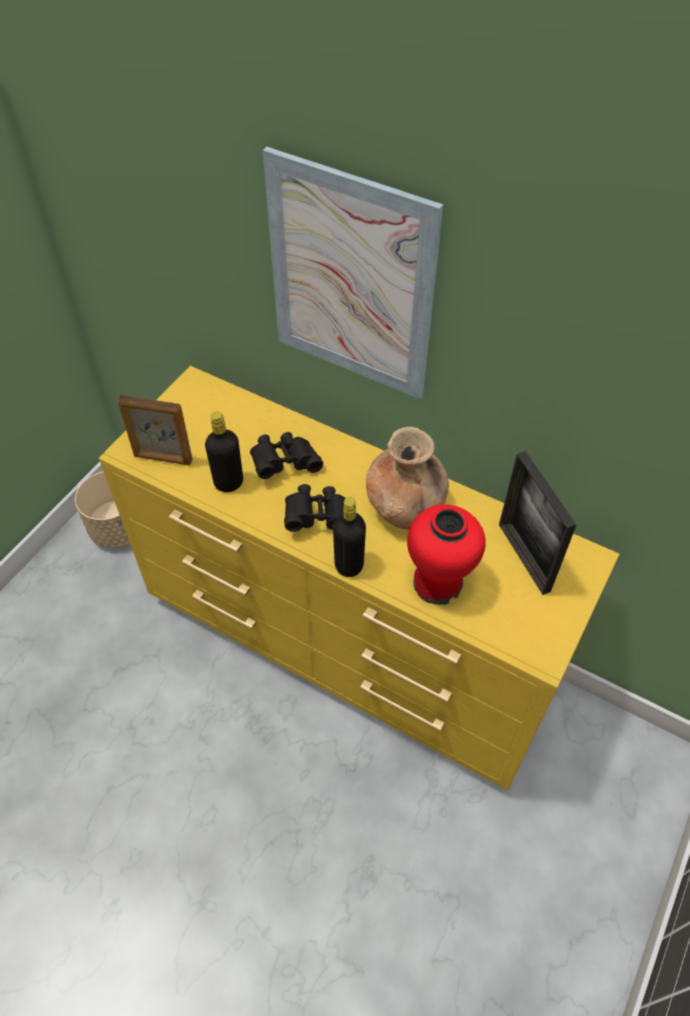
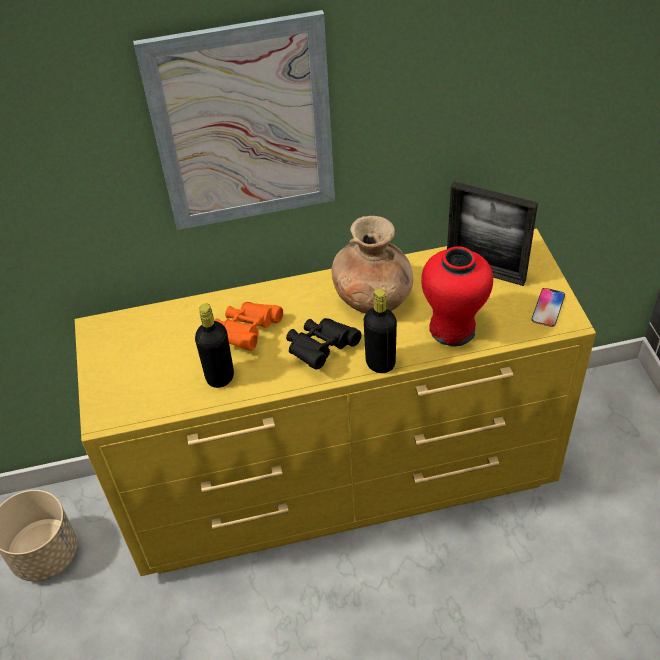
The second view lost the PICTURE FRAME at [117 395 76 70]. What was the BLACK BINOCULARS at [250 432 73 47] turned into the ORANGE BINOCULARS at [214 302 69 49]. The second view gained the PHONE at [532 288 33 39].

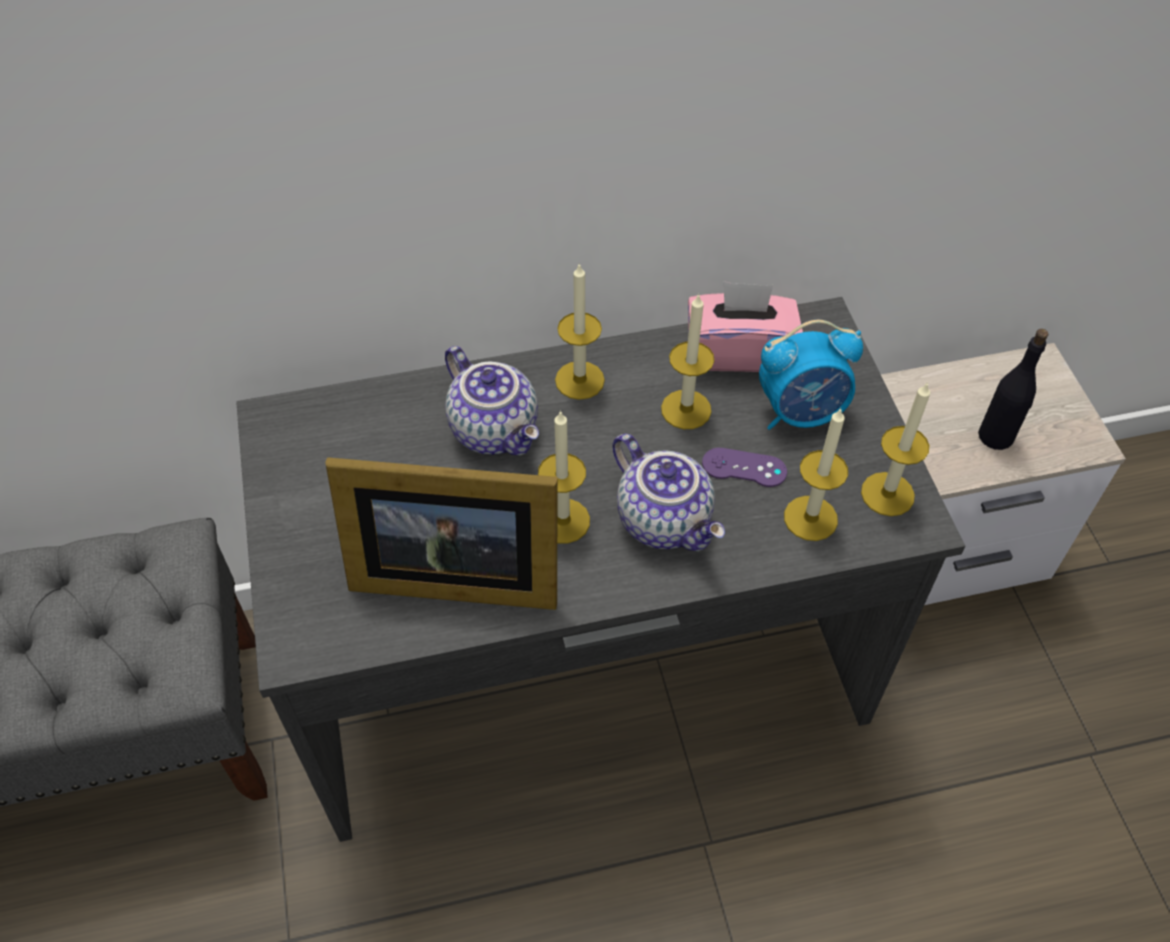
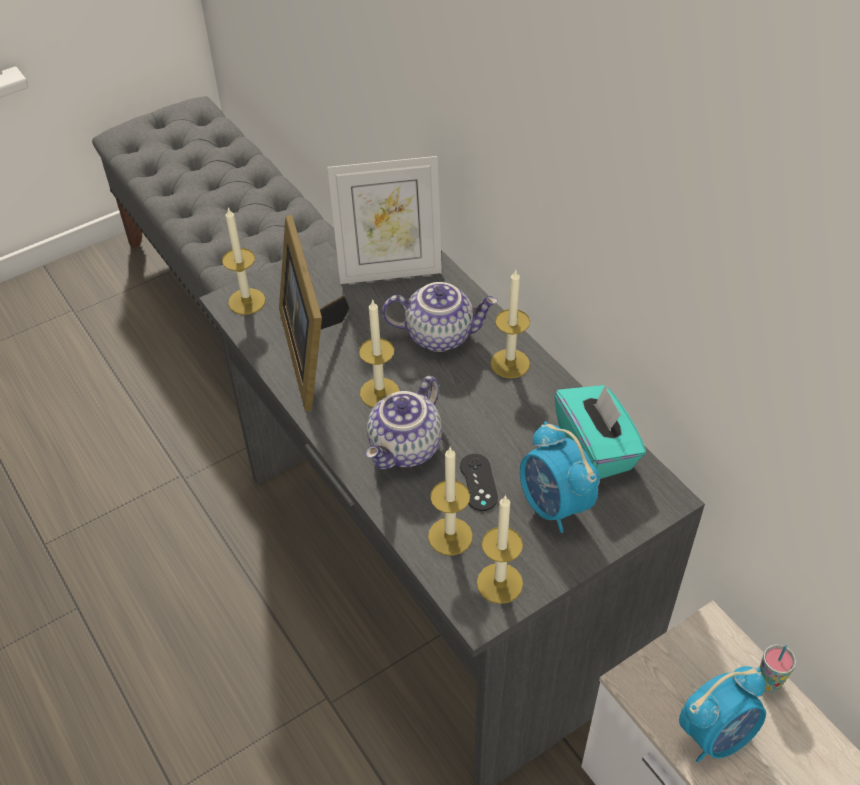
What was the PINK TISSUE BOX at [688 281 115 91] turned into the TURQUOISE TISSUE BOX at [554 384 92 95]. The CANDLE ended up elsewhere, having gone from [661 293 53 136] to [222 208 43 107]. Where the BLACK BOTTLE stood at [978 329 71 121], the ALARM CLOCK came to stand at [679 666 87 97]. The TEAPOT at [445 346 94 109] ended up facing another way, 120 degrees counterclockwise from before. What was the PURPLE GAME CONTROLLER at [702 448 85 39] turned into the BLACK GAME CONTROLLER at [460 454 38 57]. The second view gained the PICTURE FRAME at [327 156 115 128]. The second view gained the CUP at [759 644 37 48].

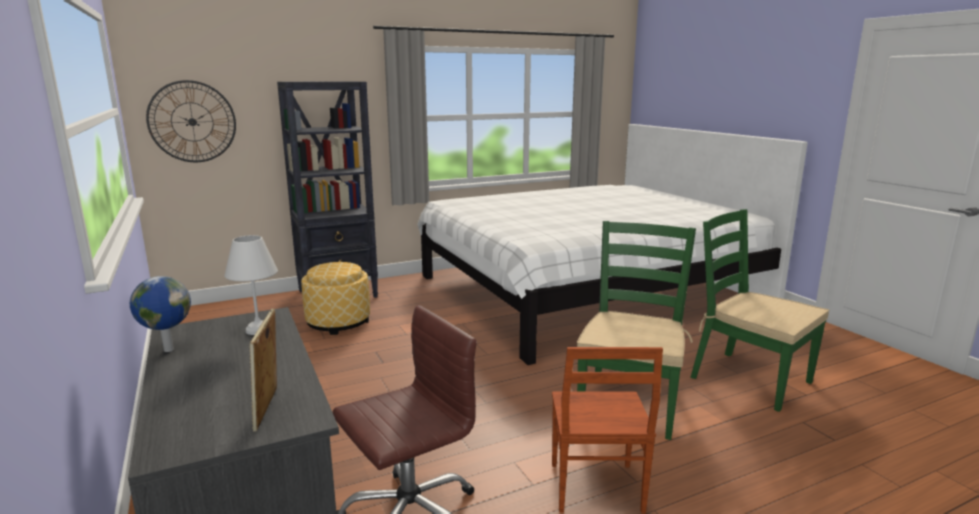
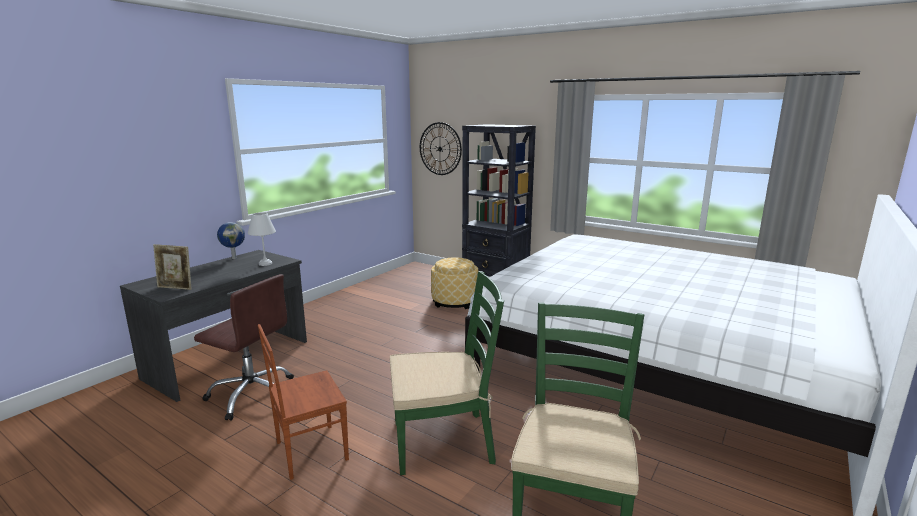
The PICTURE FRAME at [249 309 28 123] ended up facing another way, 135 degrees counterclockwise from before.

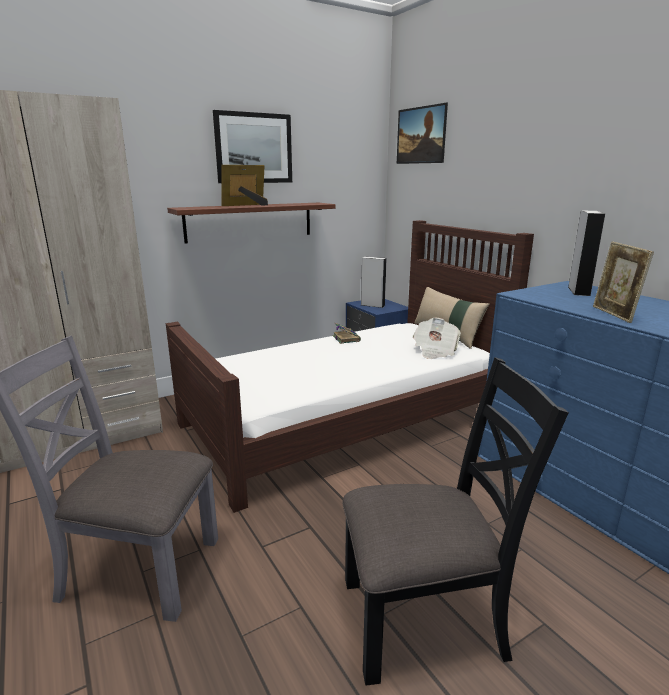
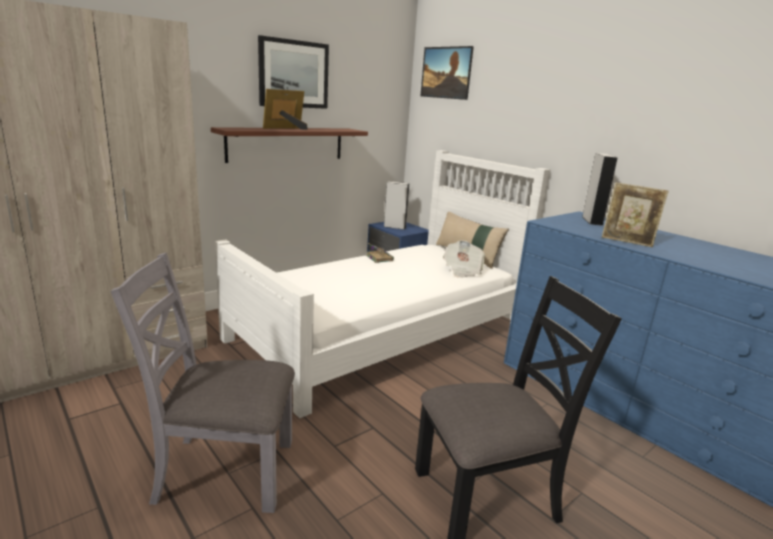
What was the BROWN BED at [166 220 368 293] turned into the WHITE BED at [215 150 336 268]. The PICTURE FRAME at [593 241 61 82] ended up facing another way, 45 degrees counterclockwise from before.

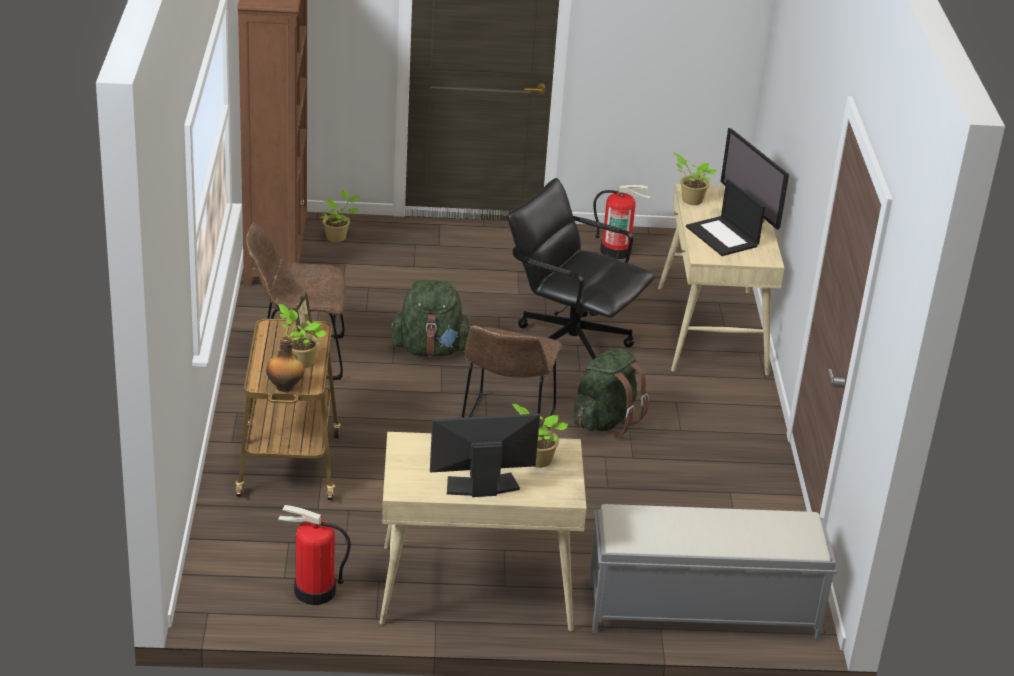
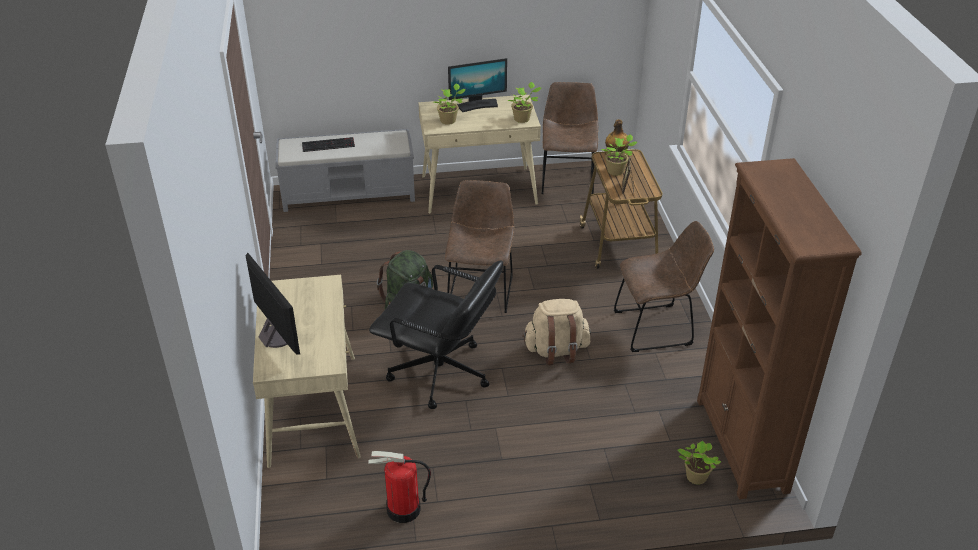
The POTTED PLANT ended up elsewhere, having gone from [673 152 44 53] to [508 82 33 41]. The second view lost the LAPTOP at [686 179 79 77]. What was the GREEN BACKPACK at [391 280 79 77] turned into the BEIGE BACKPACK at [522 299 69 66]. Where the FIRE EXTINGUISHER stood at [278 505 73 100], the BROWN CHAIR came to stand at [542 82 56 112]. The second view gained the KEYBOARD at [302 137 53 15].

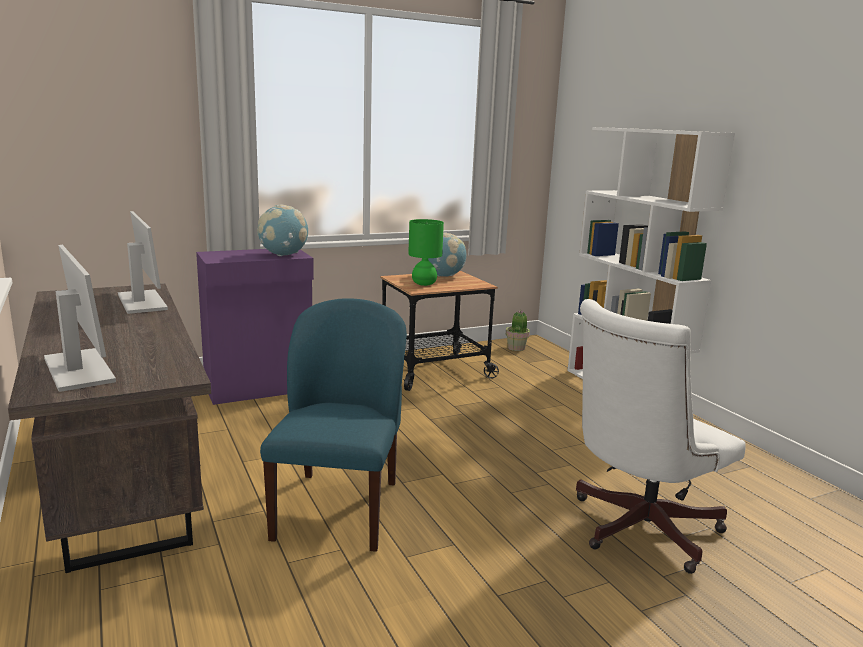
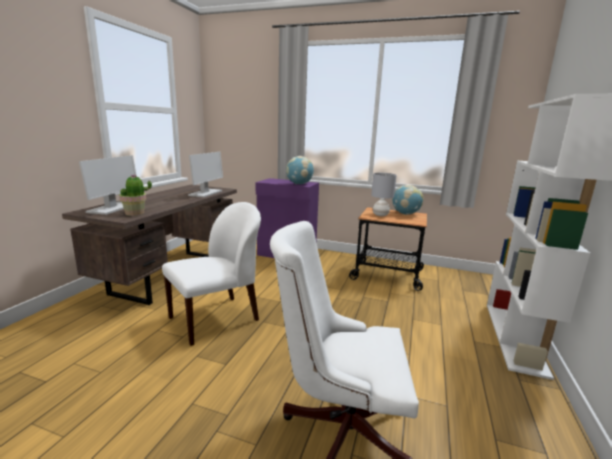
What was the GREEN TABLE LAMP at [408 219 36 67] turned into the GREY TABLE LAMP at [371 173 26 43]. What was the BLUE CHAIR at [260 298 147 254] turned into the WHITE CHAIR at [162 202 99 144]. The POTTED PLANT ended up elsewhere, having gone from [506 310 24 41] to [119 175 33 41].

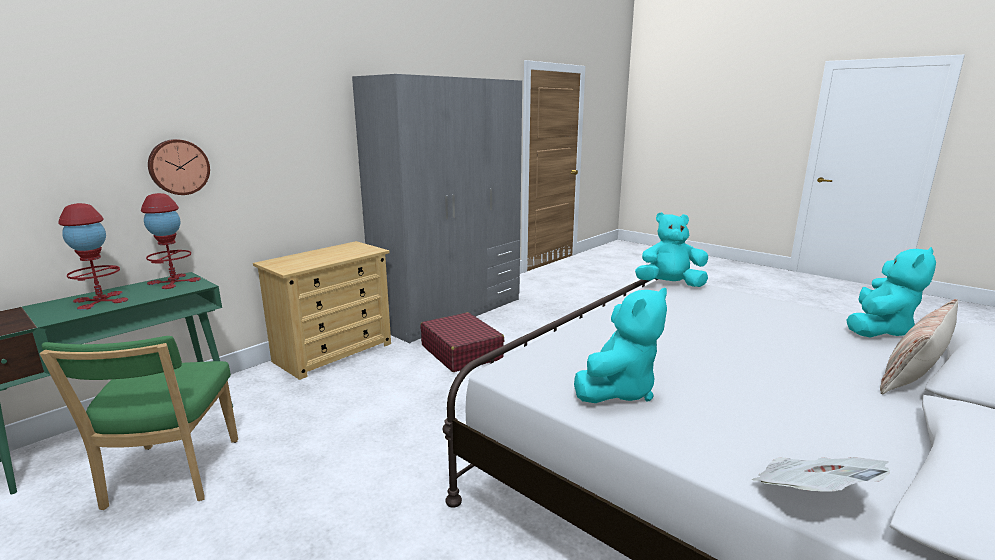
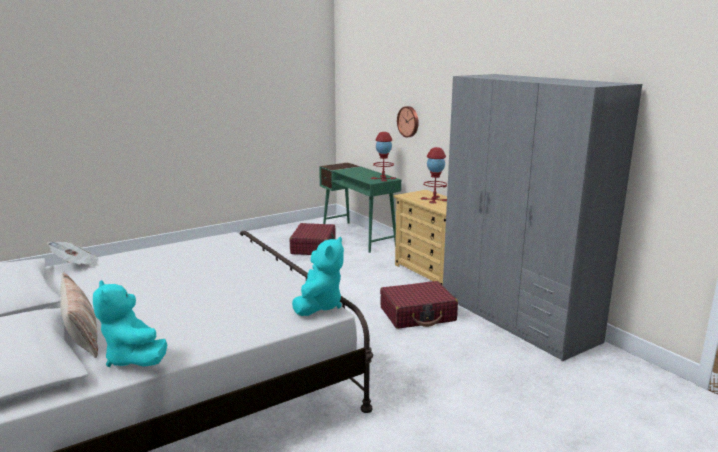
The RED TABLE LAMP ended up elsewhere, having gone from [58 203 70 107] to [421 147 26 56]. The second view lost the TURQUOISE PLUSH TOY at [574 288 93 115]. Where the GREEN CHAIR stood at [39 336 199 174], the RED SUITCASE came to stand at [290 223 46 32].

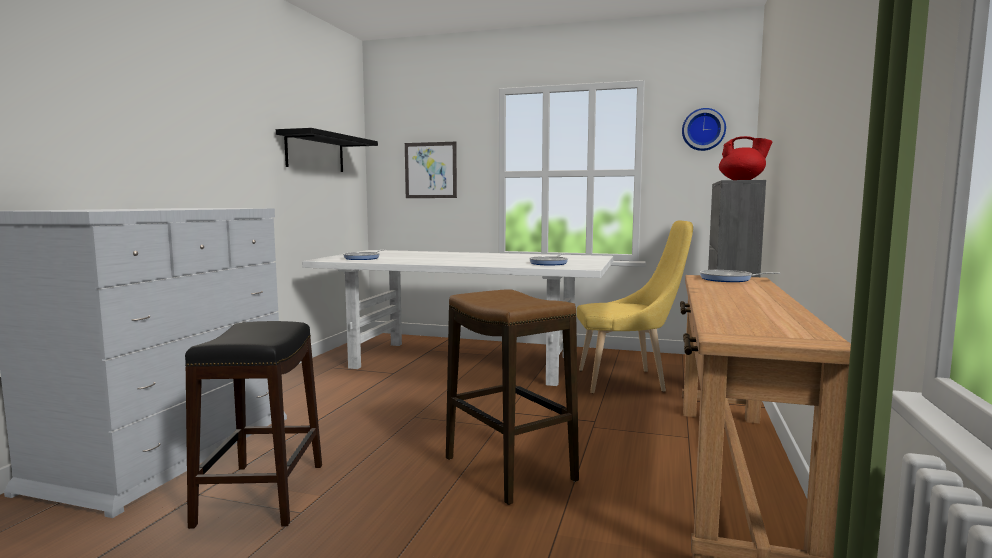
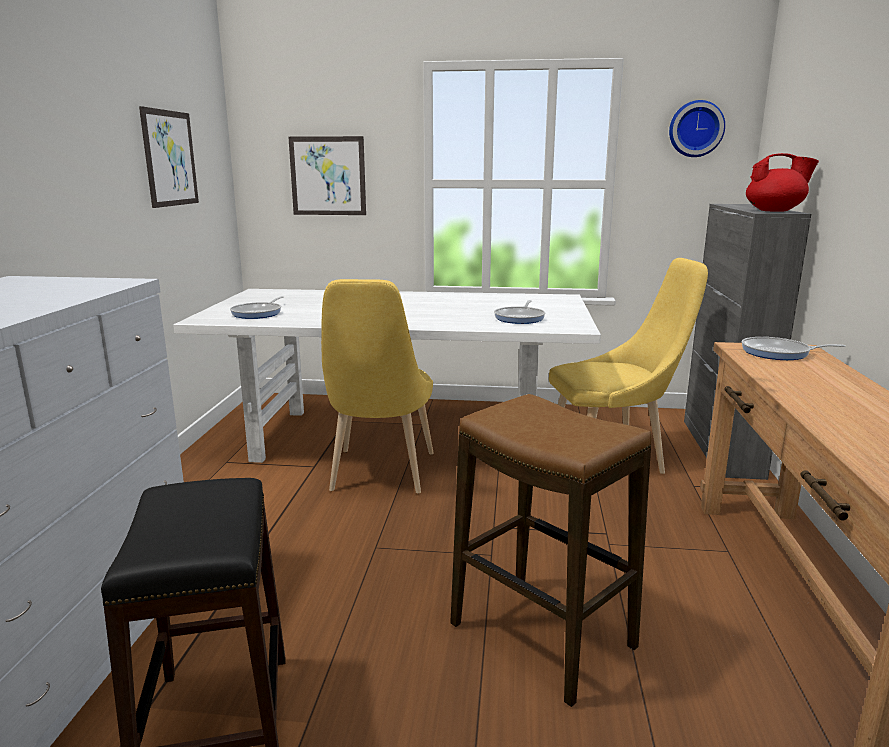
Where the BLACK SHELF hung at [276 128 102 44], the PICTURE came to hang at [139 106 60 102]. The second view gained the YELLOW CHAIR at [321 279 113 215].

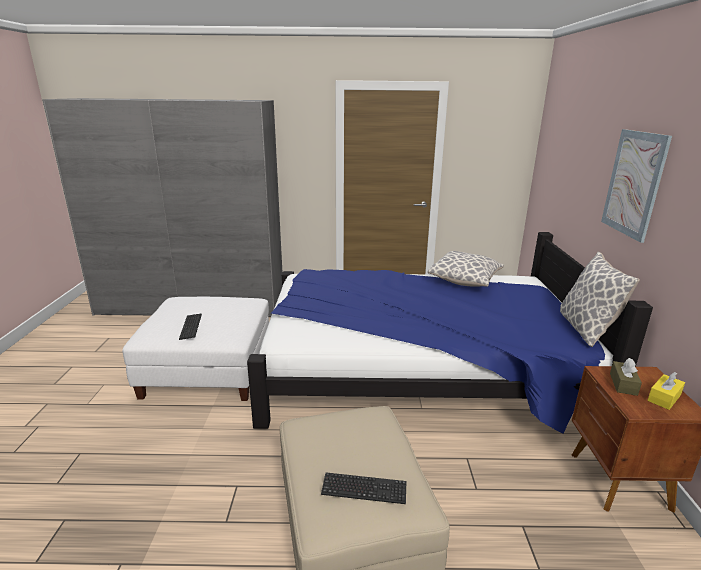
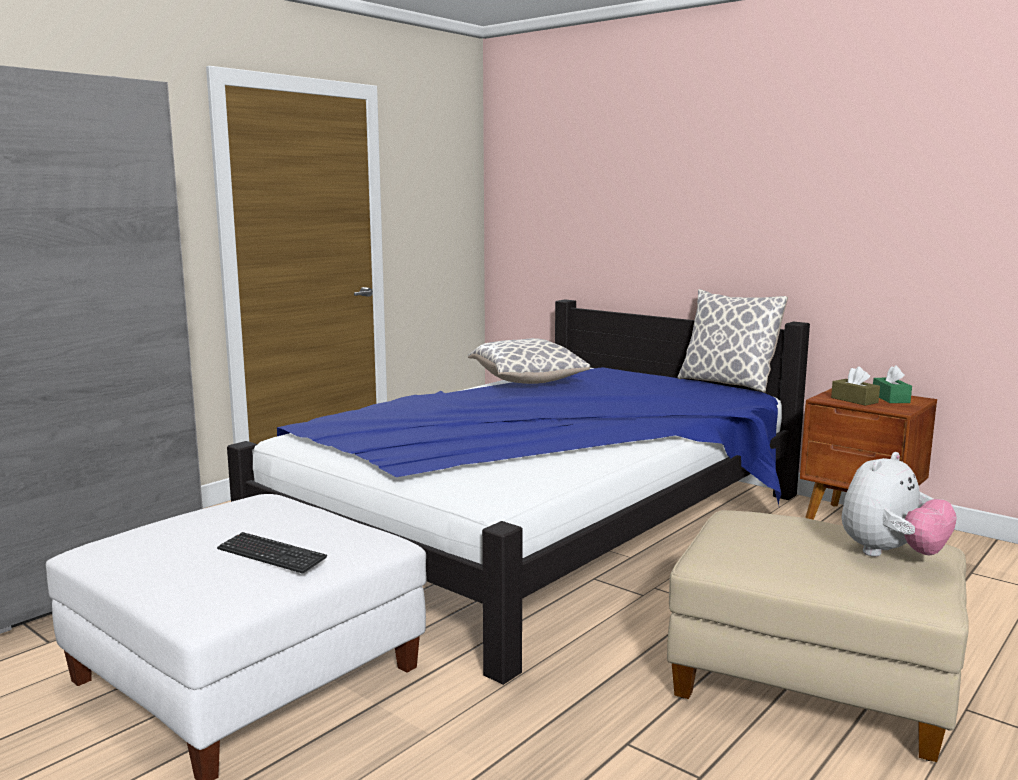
The second view lost the PICTURE at [601 129 71 114]. What was the YELLOW TISSUE BOX at [647 372 38 38] turned into the GREEN TISSUE BOX at [873 365 39 38]. Where the KEYBOARD stood at [321 472 85 32], the PLUSH TOY came to stand at [842 452 115 105].

